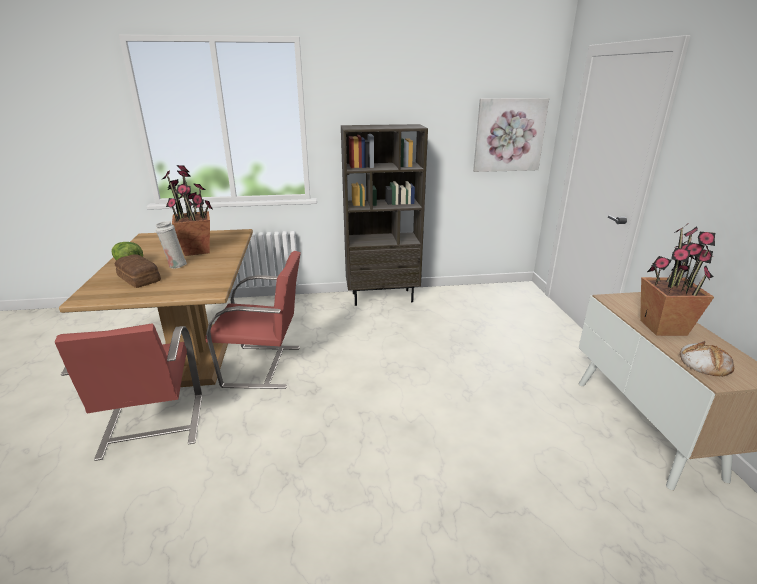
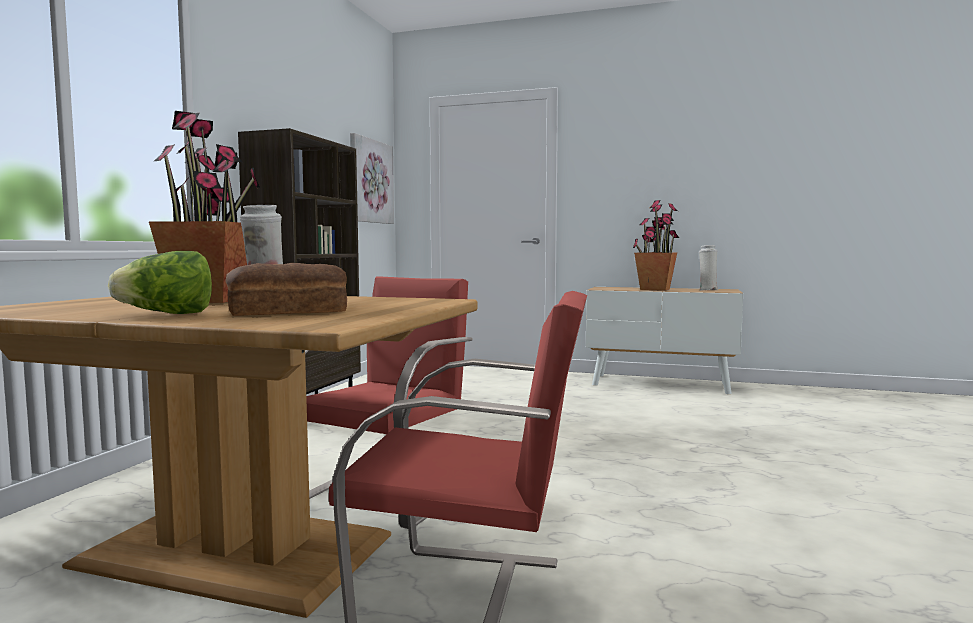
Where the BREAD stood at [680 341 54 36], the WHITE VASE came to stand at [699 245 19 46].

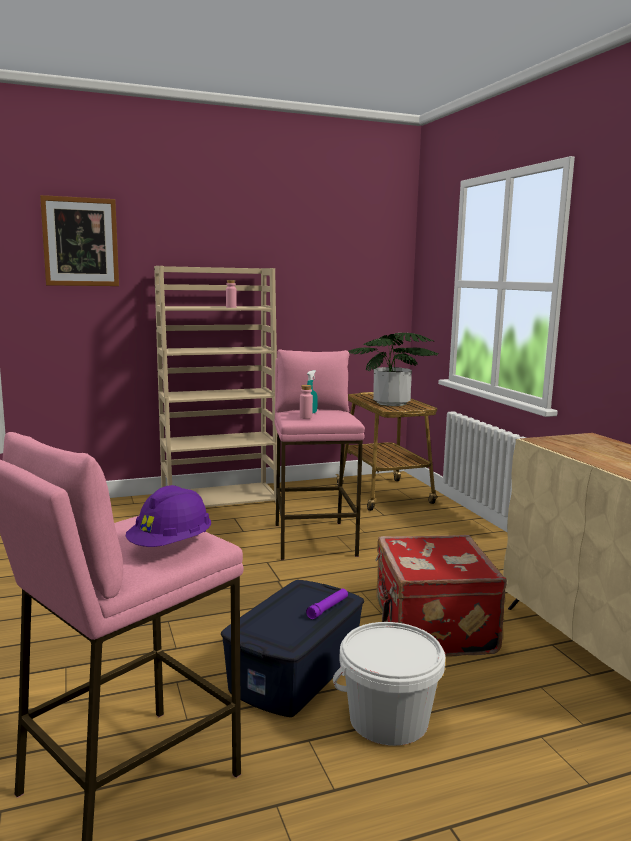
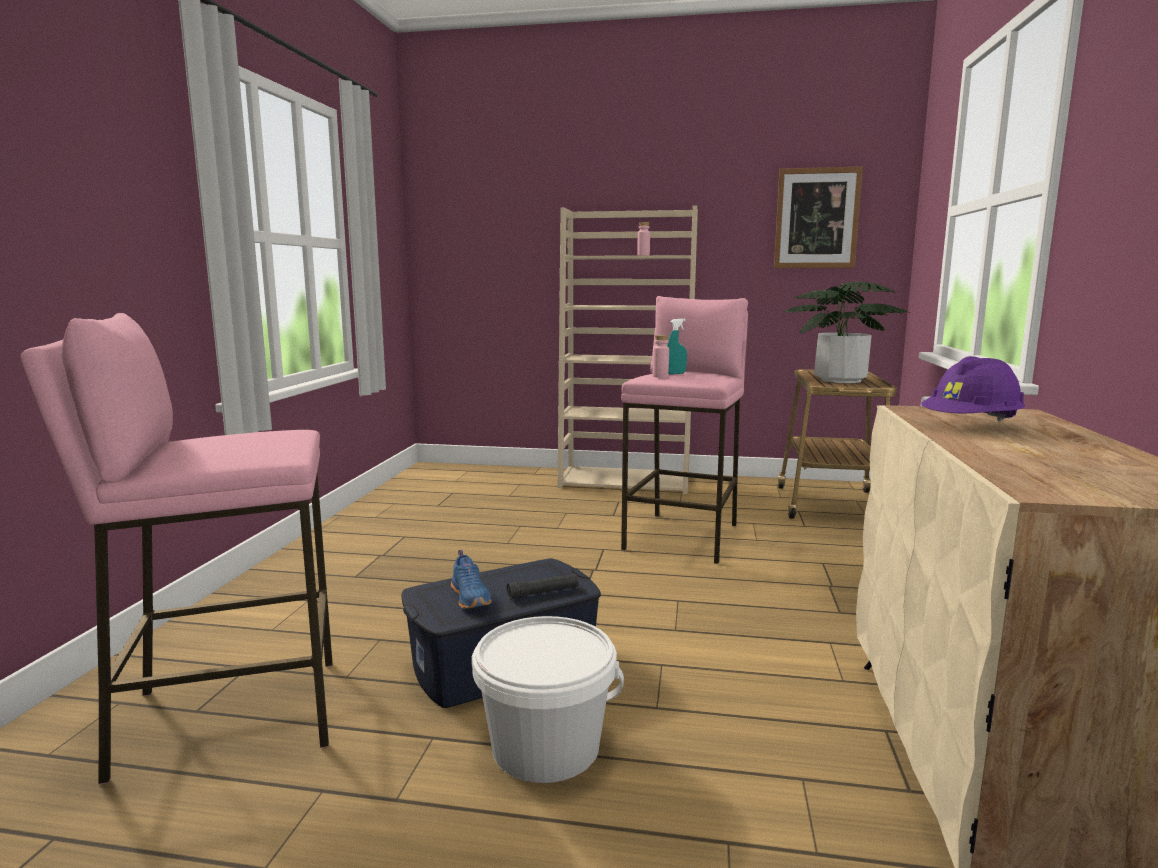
The PICTURE ended up elsewhere, having gone from [40 195 79 91] to [774 167 89 101]. The PURPLE HARD HAT ended up elsewhere, having gone from [126 485 85 62] to [921 356 104 66]. The second view lost the RED SUITCASE at [375 535 132 122]. What was the PURPLE FLASHLIGHT at [306 589 42 30] turned into the BLACK FLASHLIGHT at [507 574 71 26]. The second view gained the BLUE SHOE at [451 550 41 59].

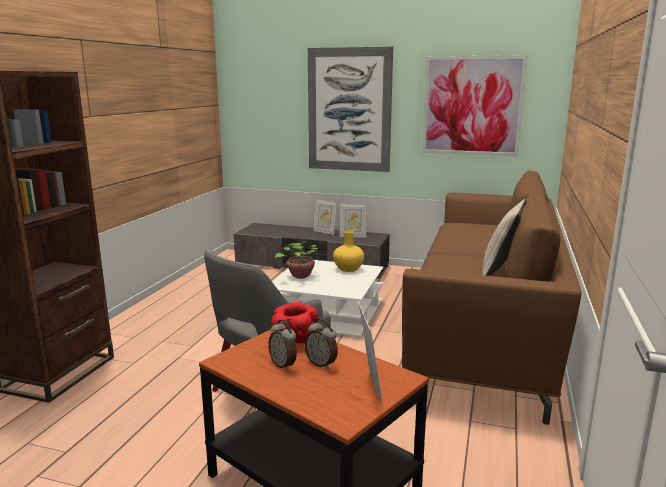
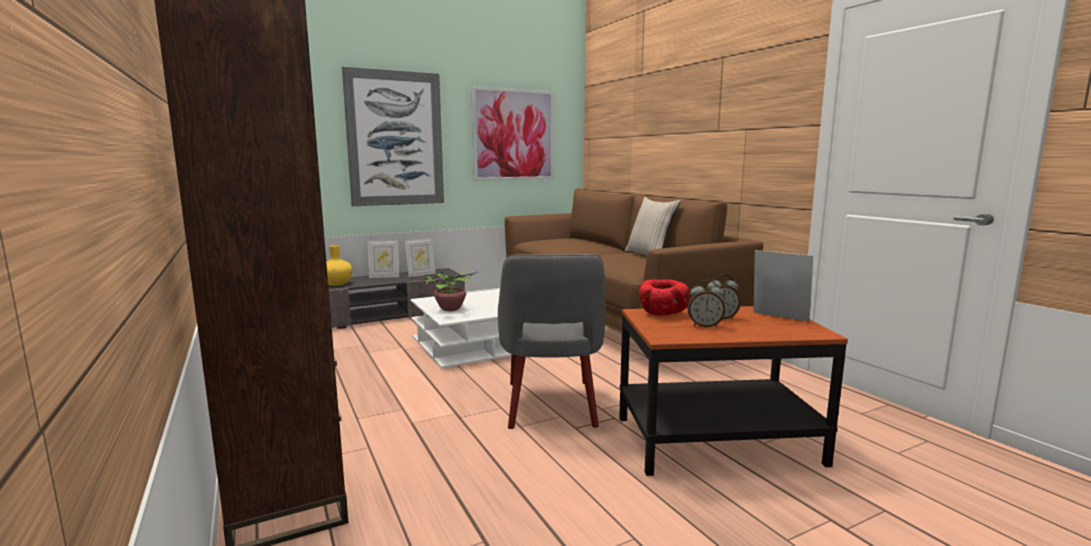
The YELLOW VASE ended up elsewhere, having gone from [333 231 31 41] to [326 245 27 41].

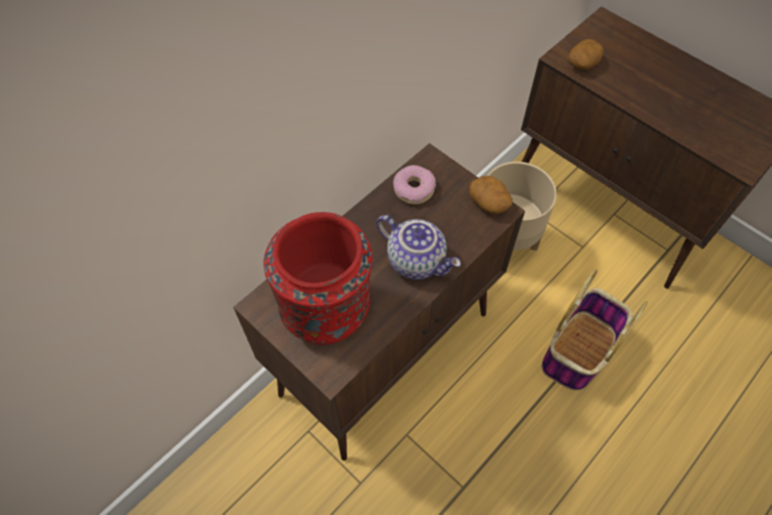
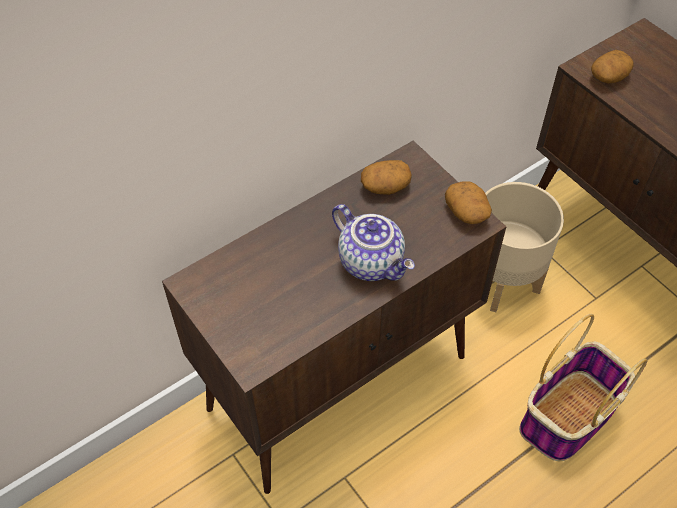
Where the DONUT stood at [393 165 43 39], the POTATO came to stand at [361 160 51 35]. The second view lost the RED VASE at [263 212 109 133].

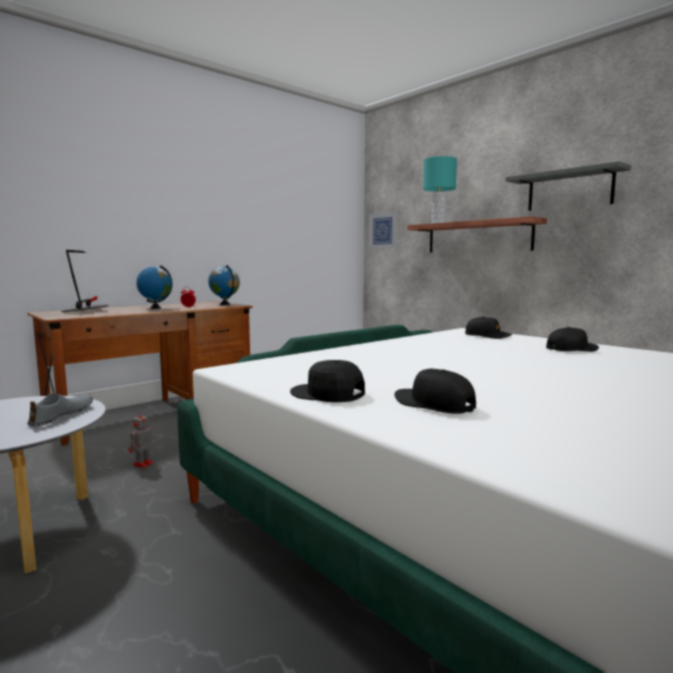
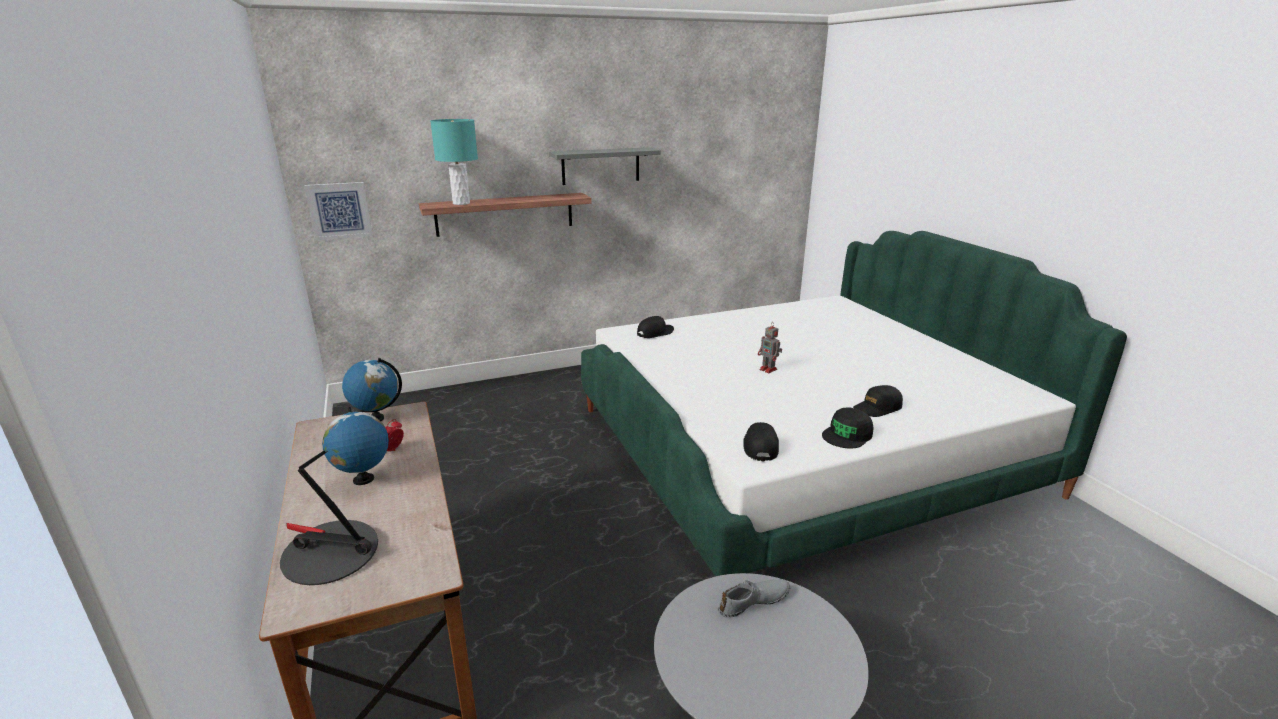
The BLACK CAP ended up elsewhere, having gone from [546 327 53 25] to [743 422 36 39]. The GREY SHOE at [27 393 66 34] ended up facing another way, 120 degrees clockwise from before. The TOY ROBOT ended up elsewhere, having gone from [128 411 26 57] to [758 322 24 51].

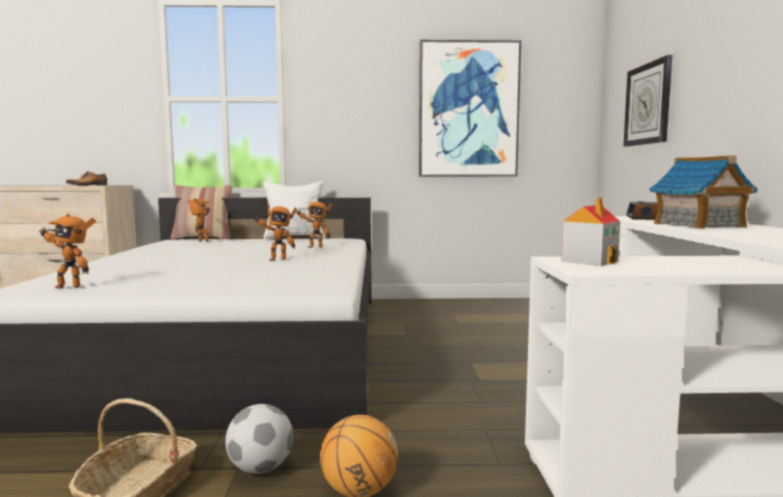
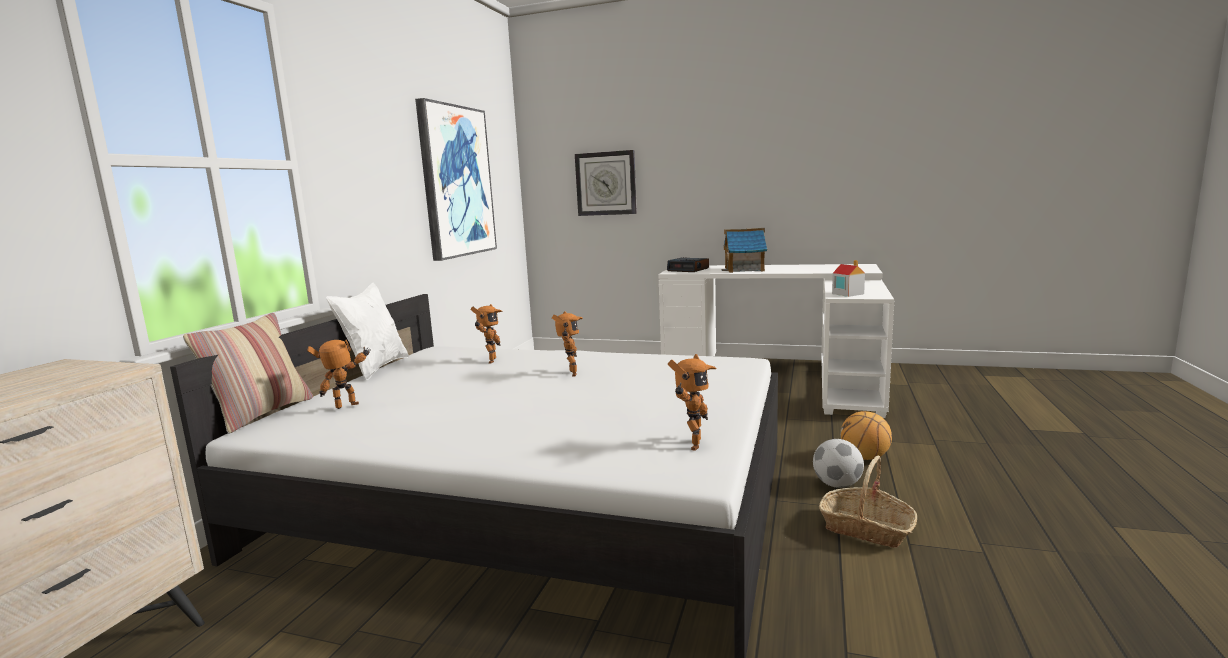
The second view lost the SHOE at [66 172 41 14].

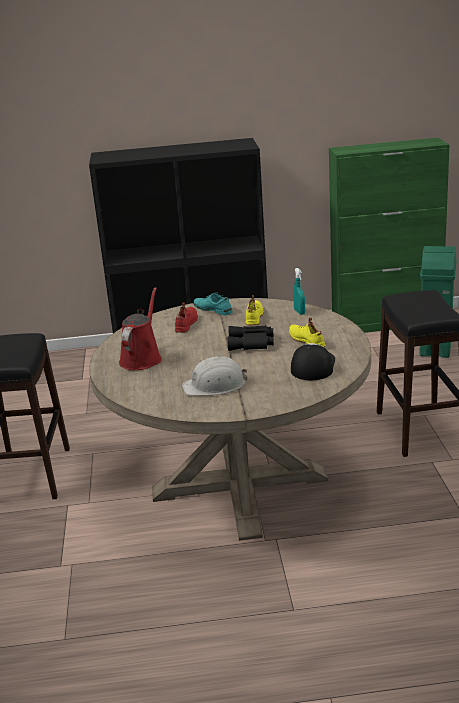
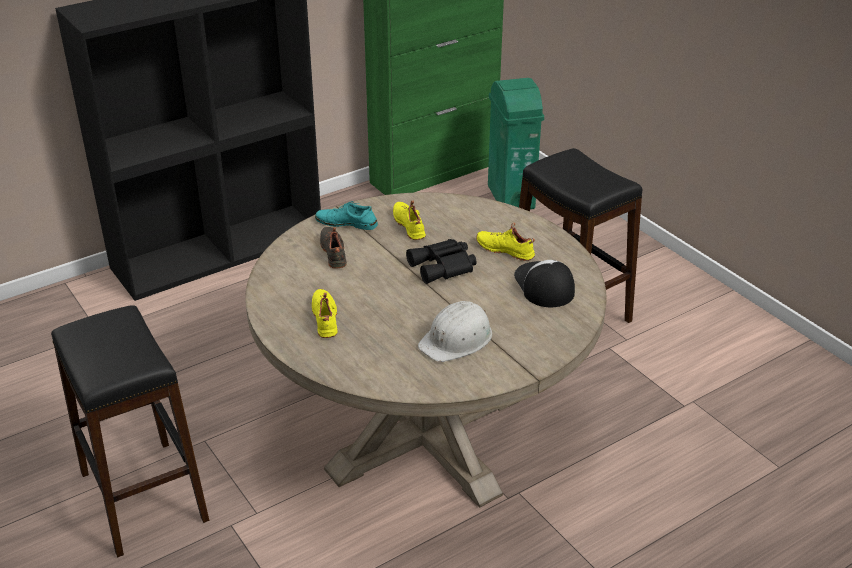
The second view lost the TURQUOISE SPRAY BOTTLE at [293 268 12 47]. Where the RED WATERING CAN stood at [119 287 43 83], the YELLOW SHOE came to stand at [312 289 26 49]. What was the RED SHOE at [175 302 23 31] turned into the BLACK SHOE at [320 227 27 42].

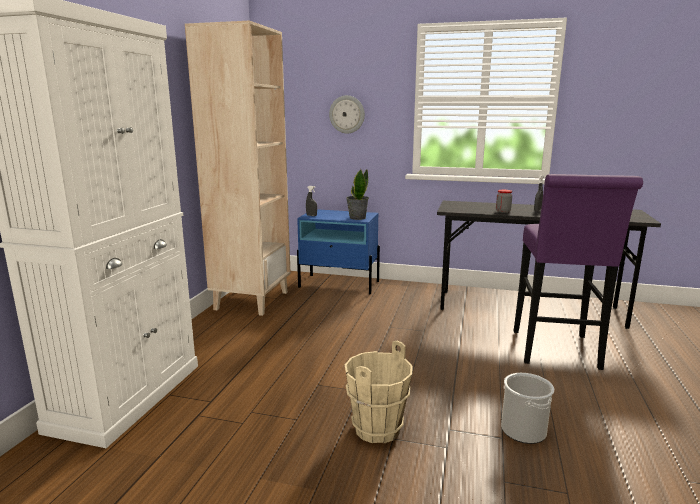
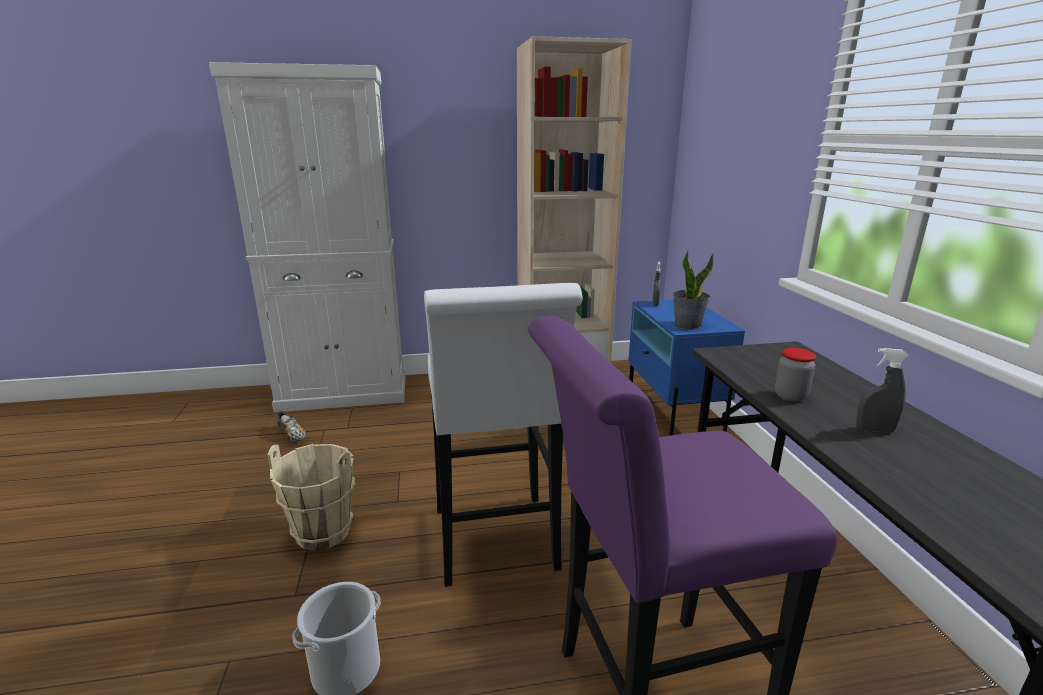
The second view lost the WALL CLOCK at [329 95 36 39]. The second view gained the WHITE STOOL at [424 283 159 304]. The second view gained the SHOE at [276 411 30 31].

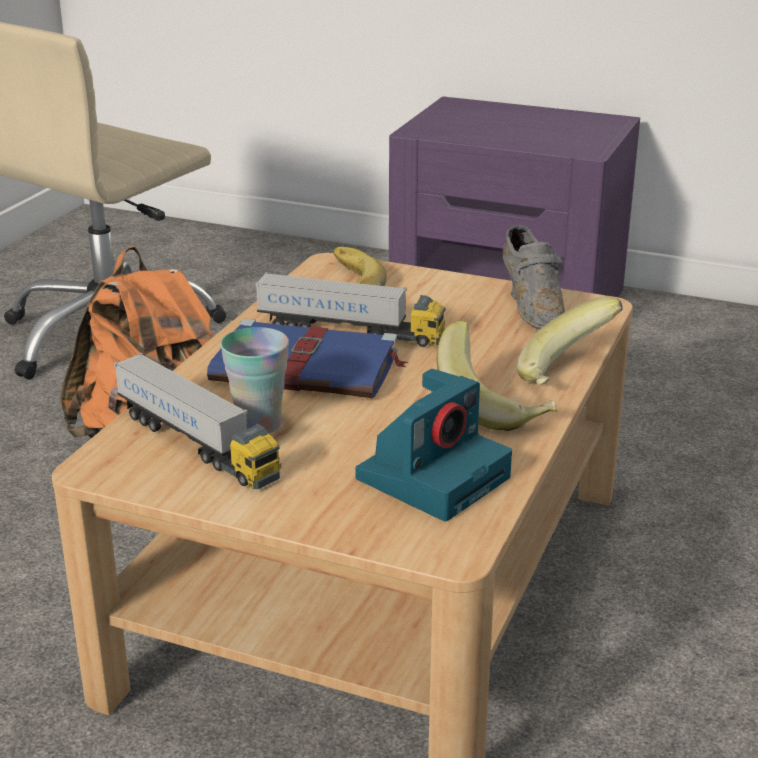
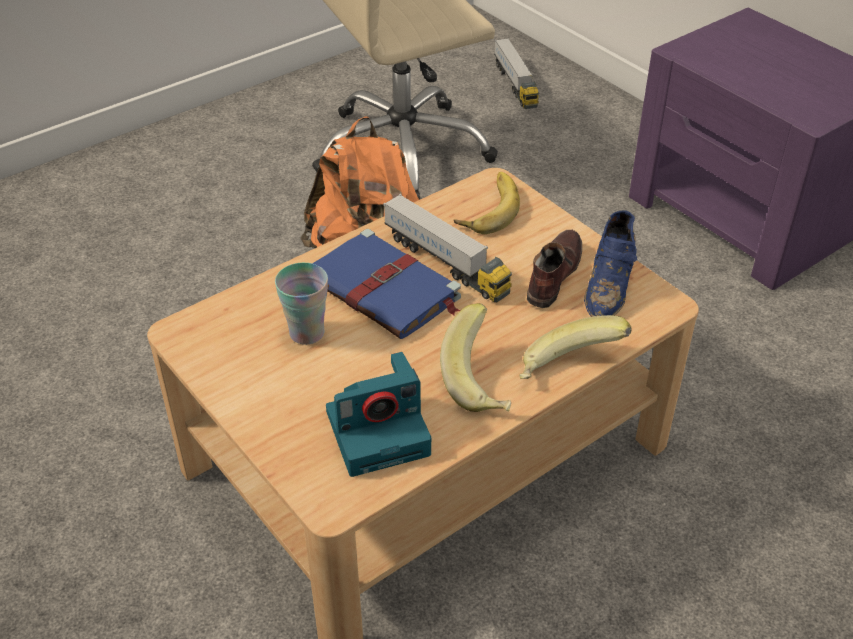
What was the GREY SHOE at [503 225 62 104] turned into the BLUE SHOE at [584 210 53 107]. The TOY TRUCK ended up elsewhere, having gone from [113 353 168 136] to [494 38 45 71]. The second view gained the BROWN SHOE at [527 230 55 78].

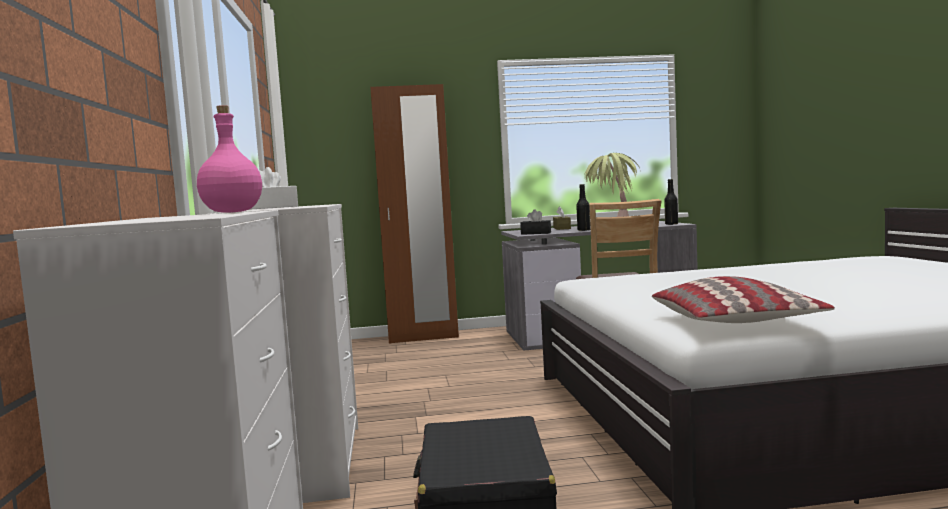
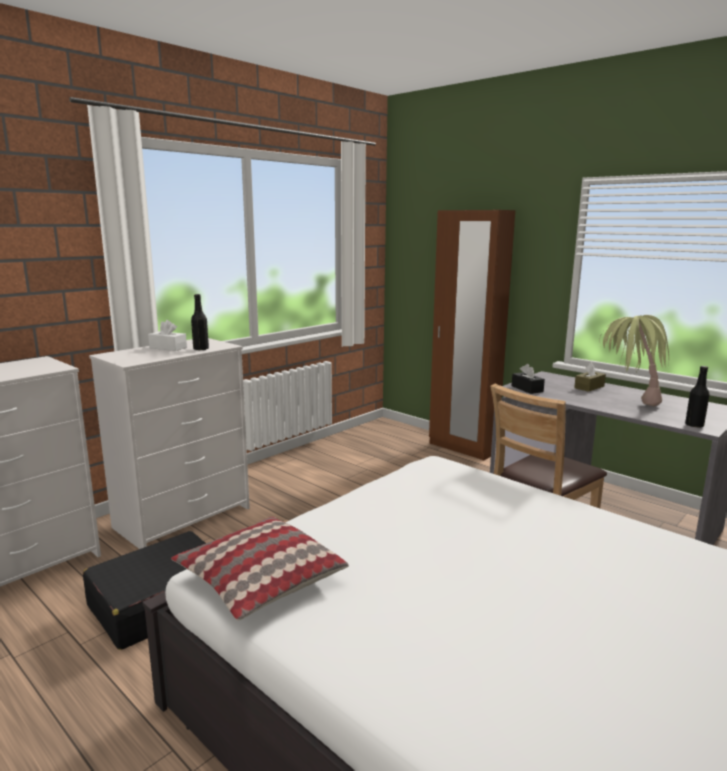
The second view lost the PINK BOTTLE at [197 105 65 108]. The BLACK BOTTLE ended up elsewhere, having gone from [576 184 14 47] to [191 294 18 57].

